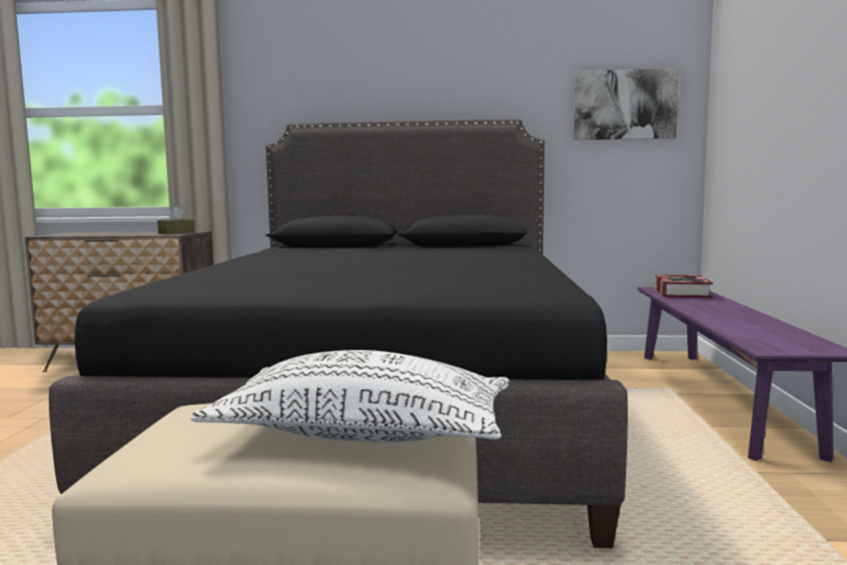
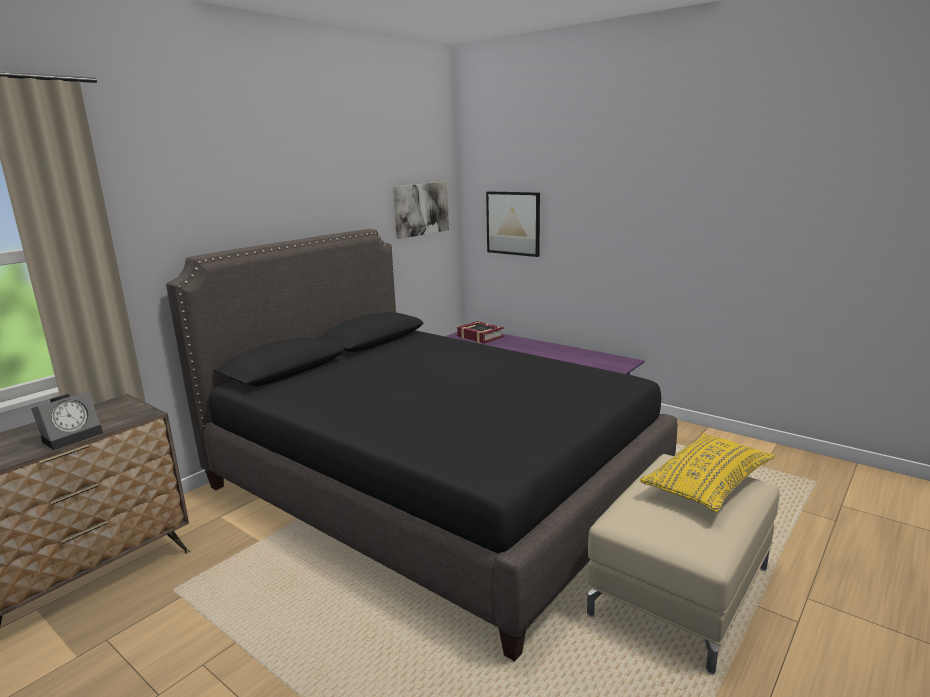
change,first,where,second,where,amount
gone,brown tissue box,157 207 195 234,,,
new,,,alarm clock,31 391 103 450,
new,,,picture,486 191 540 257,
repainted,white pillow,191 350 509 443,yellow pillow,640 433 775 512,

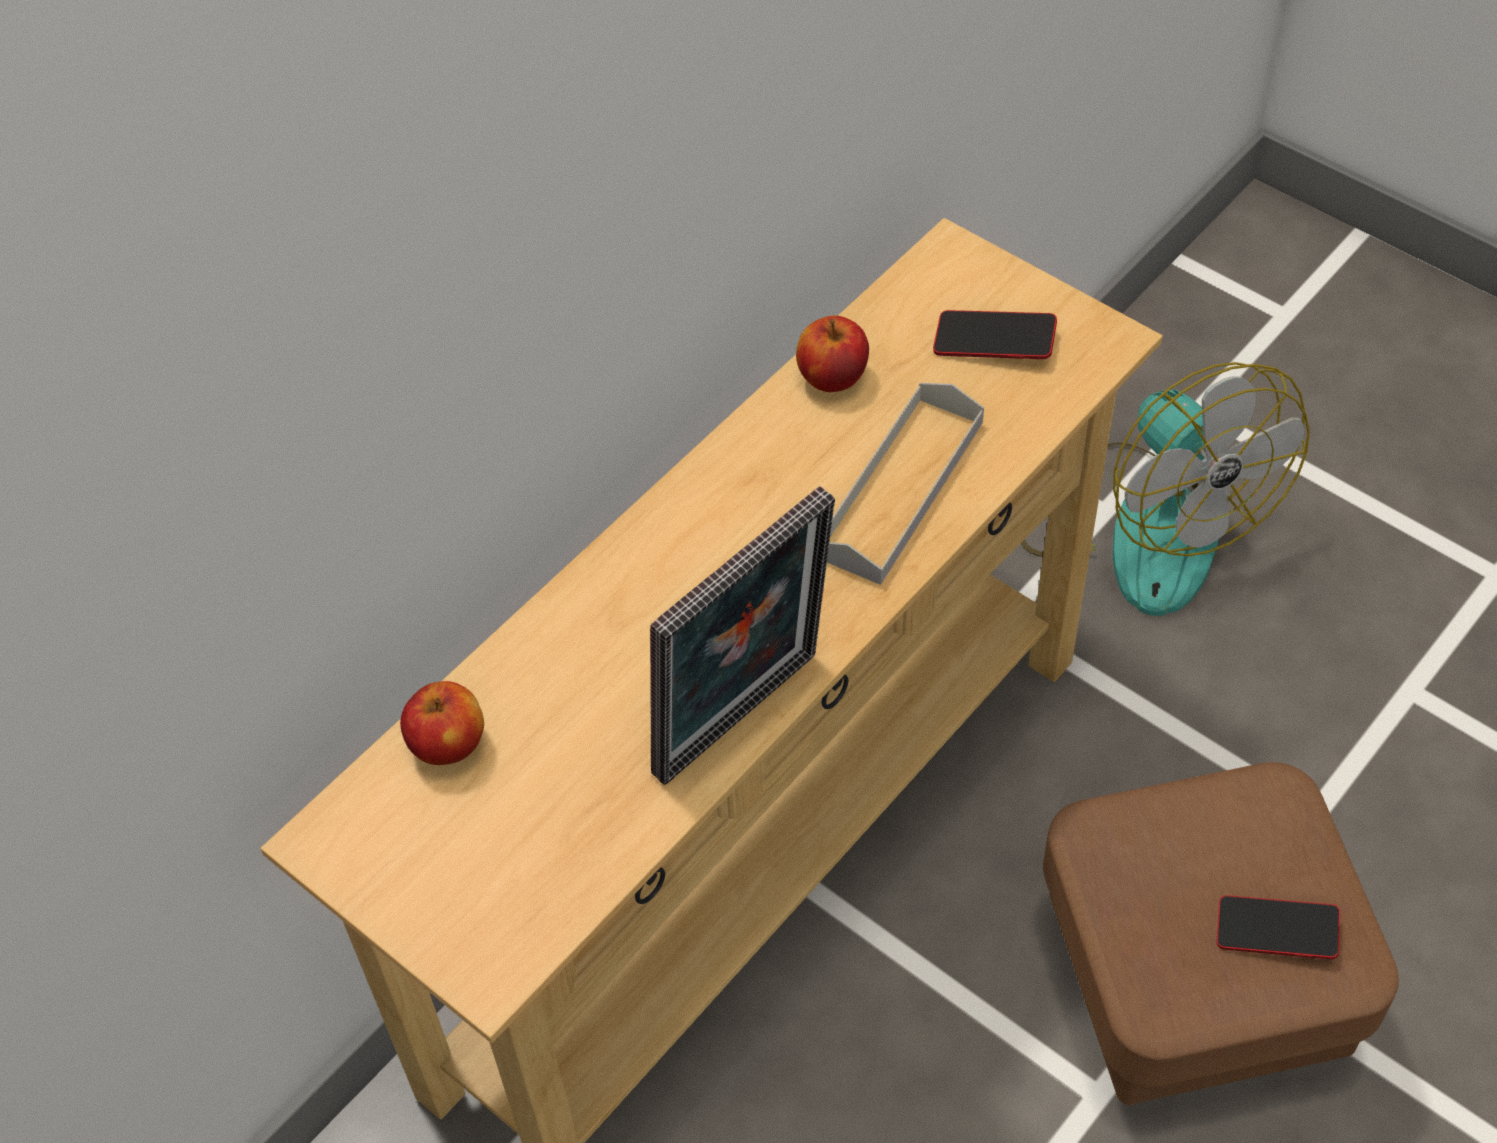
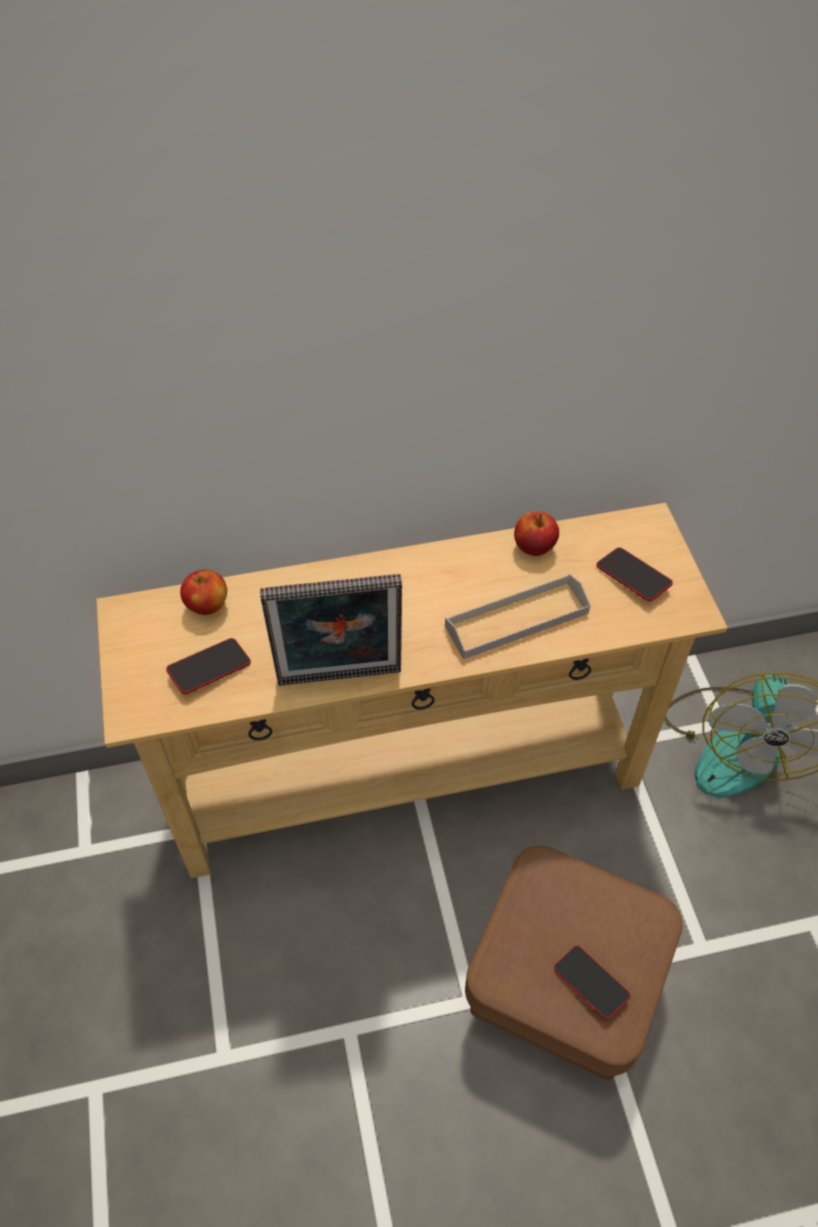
change,first,where,second,where,amount
new,,,phone,166 638 251 694,

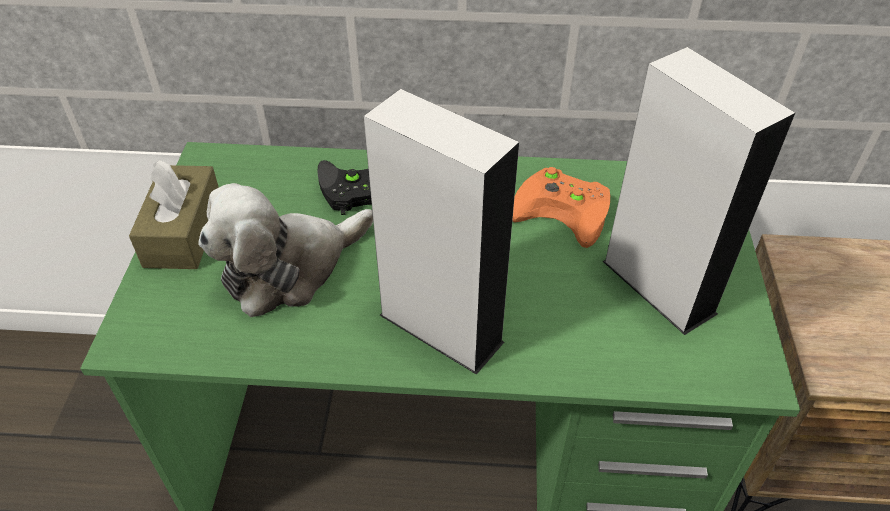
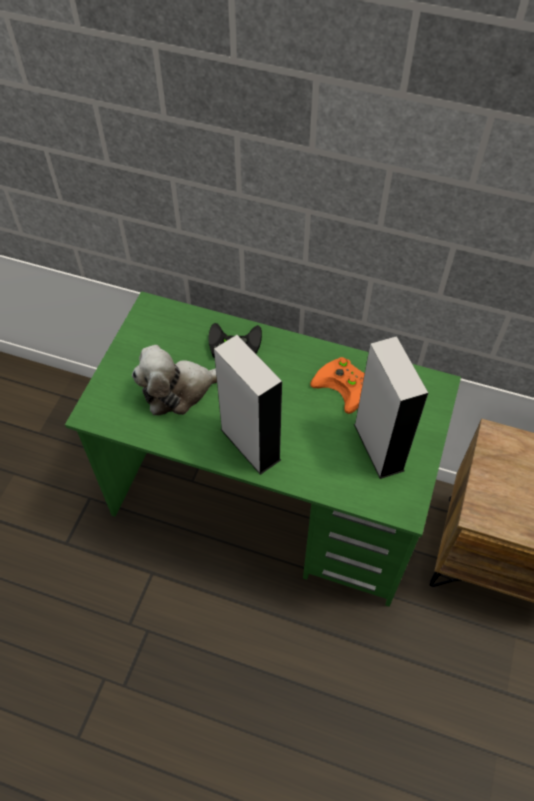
change,first,where,second,where,amount
gone,brown tissue box,129 160 219 269,,,

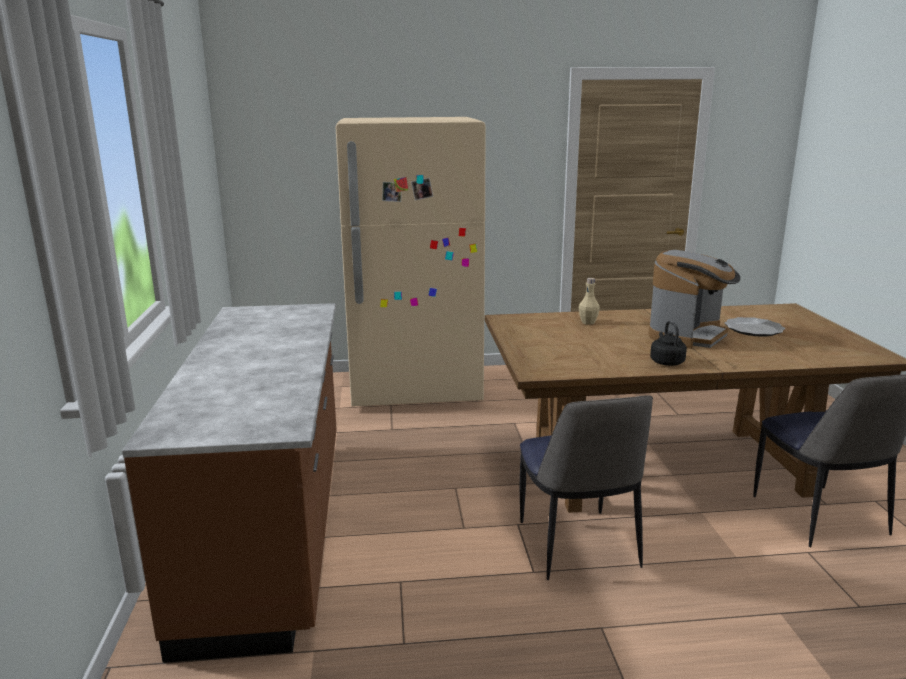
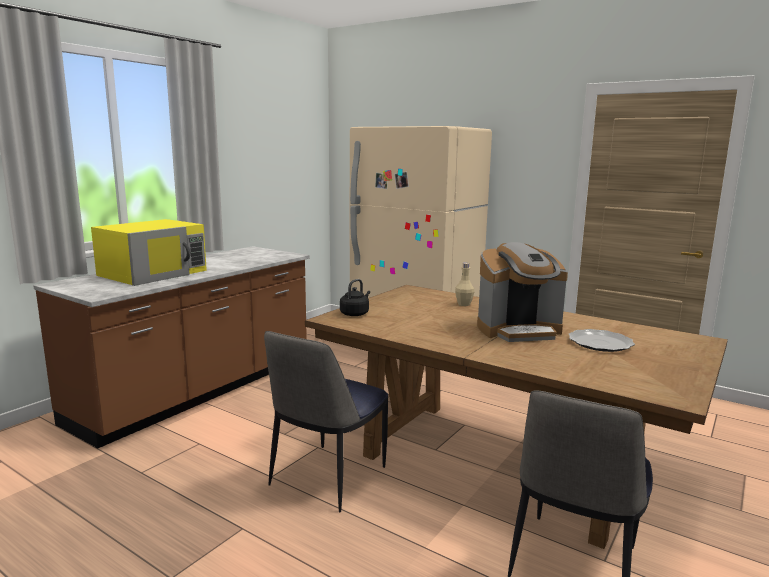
change,first,where,second,where,amount
new,,,yellow microwave,91 219 207 286,
shifted,black kettle,650 321 687 366,,340 279 370 316,

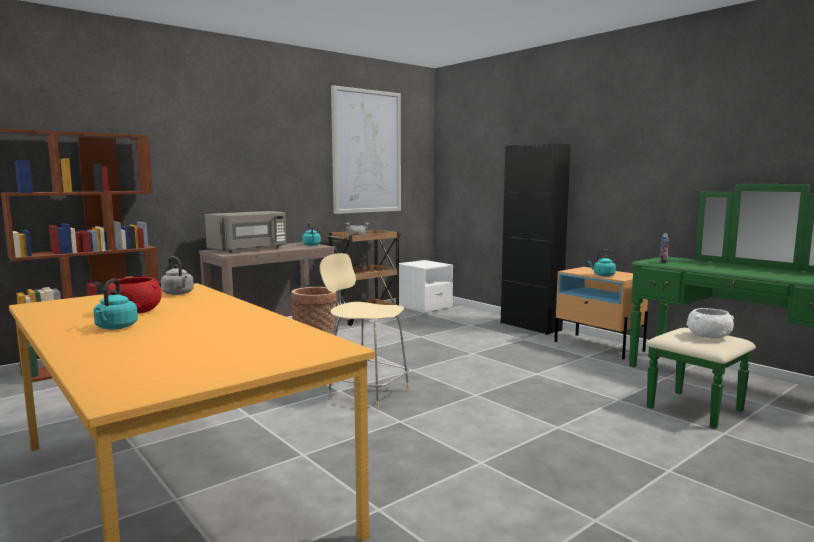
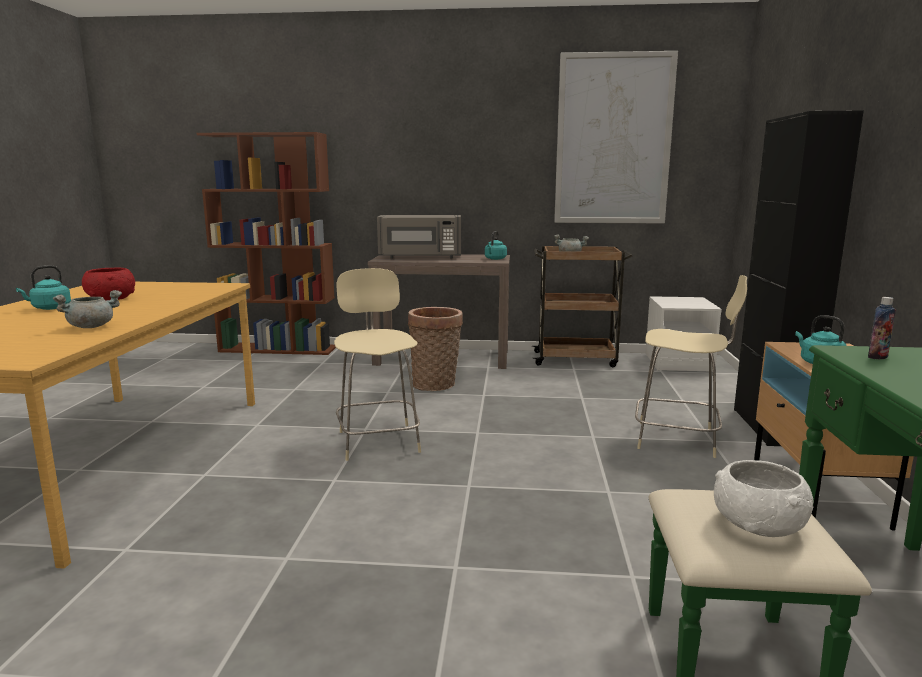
change,first,where,second,where,amount
gone,grey kettle,161 256 194 295,,,
new,,,grey cooking pot,53 290 122 328,
new,,,beige chair,635 275 747 458,

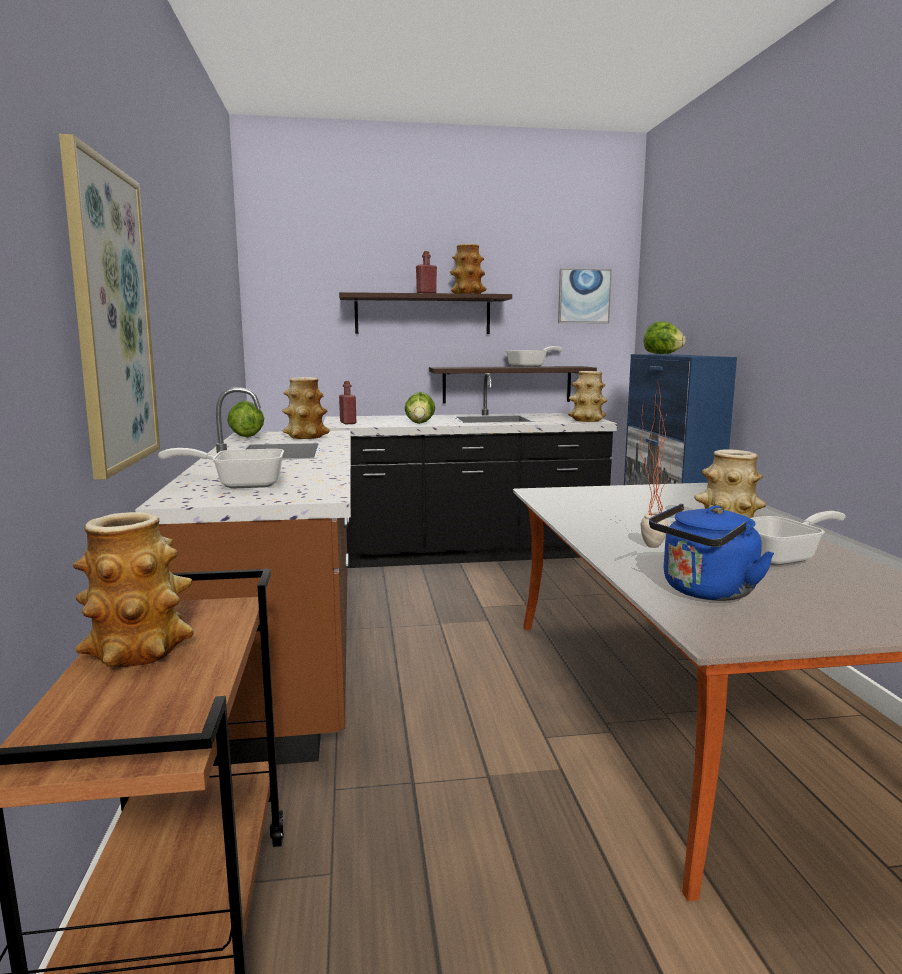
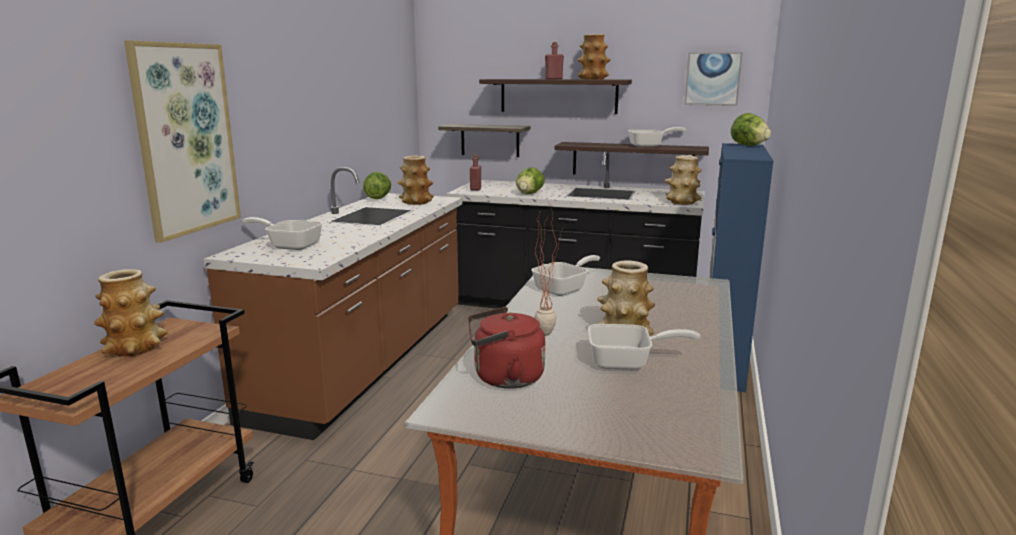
change,first,where,second,where,amount
new,,,shelf,438 124 531 157,
new,,,frying pan,531 255 600 296,
repainted,blue kettle,649 503 774 601,red kettle,468 307 545 389,

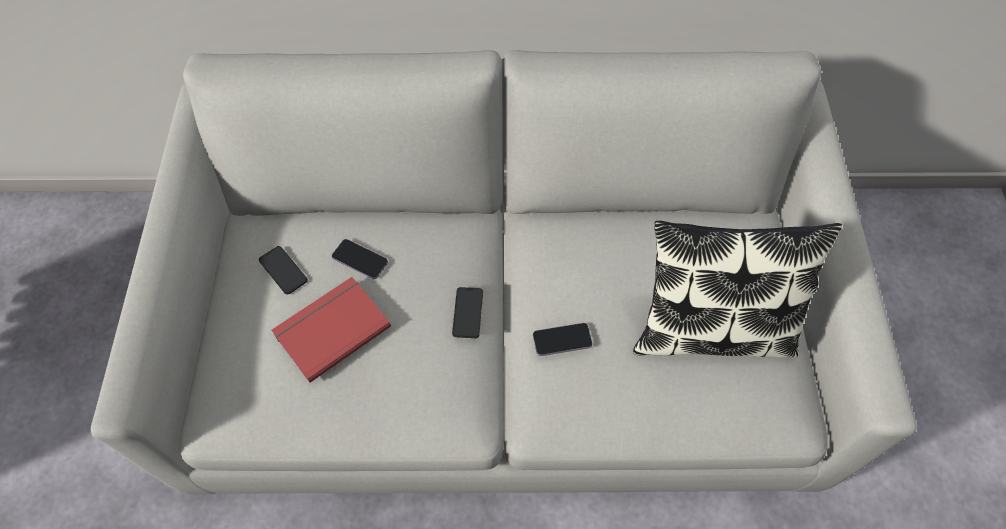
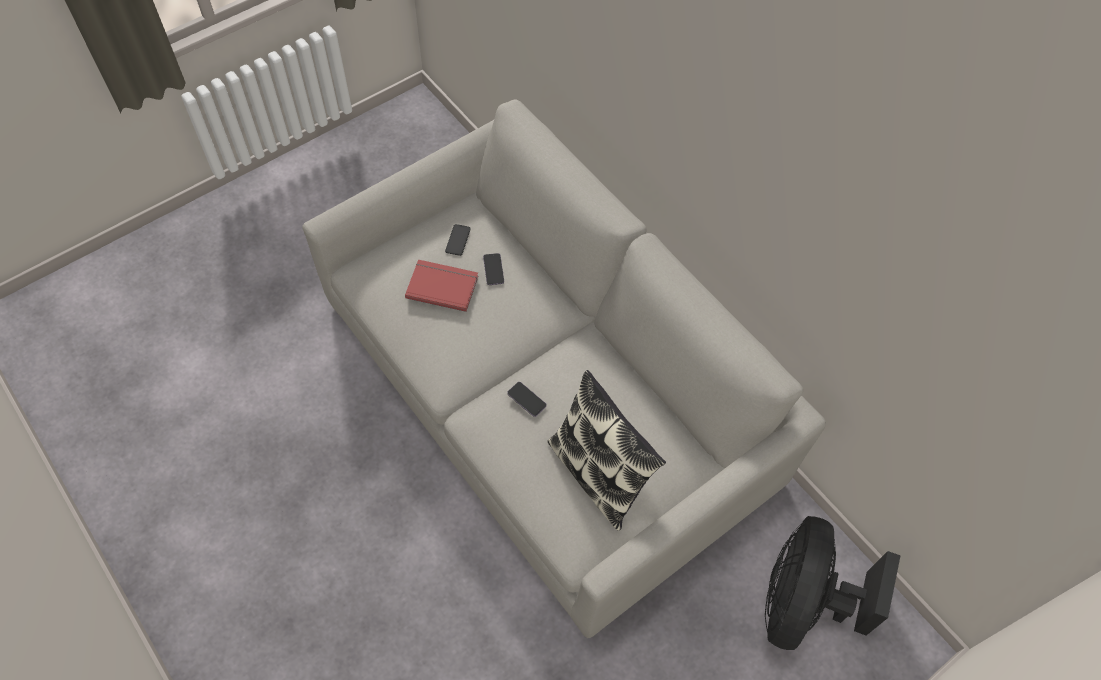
change,first,where,second,where,amount
gone,phone,452 287 483 338,,,
new,,,black fan,765 516 901 650,

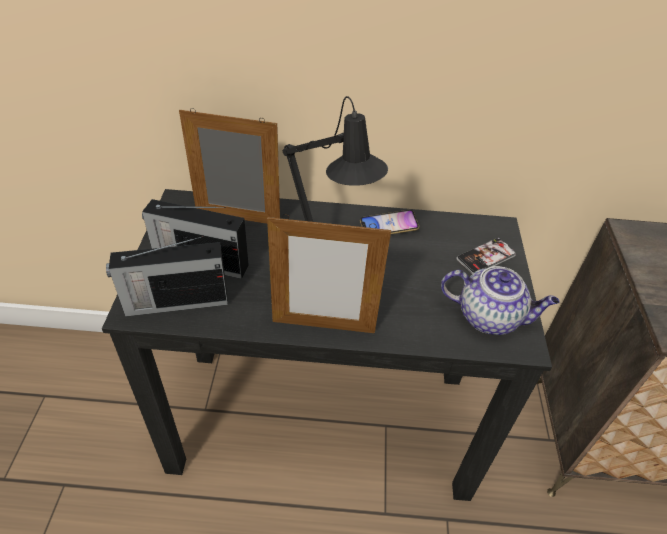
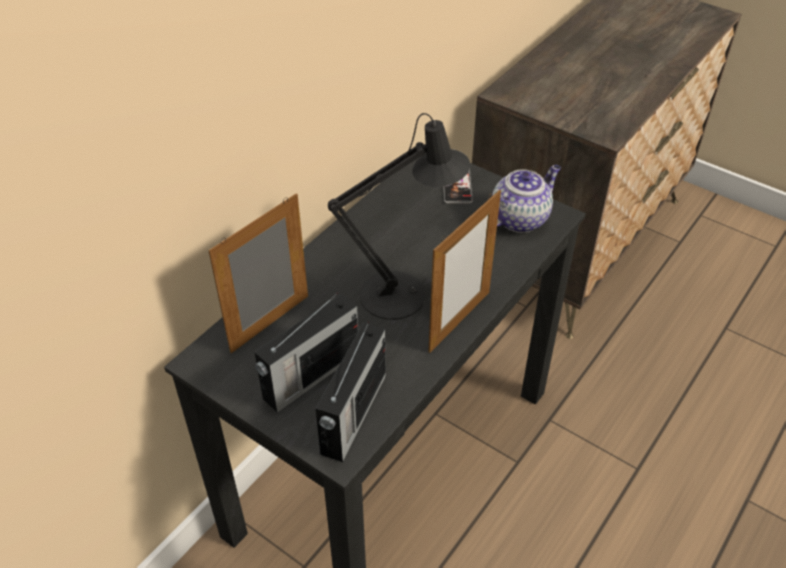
change,first,where,second,where,amount
gone,phone,360 210 419 234,,,

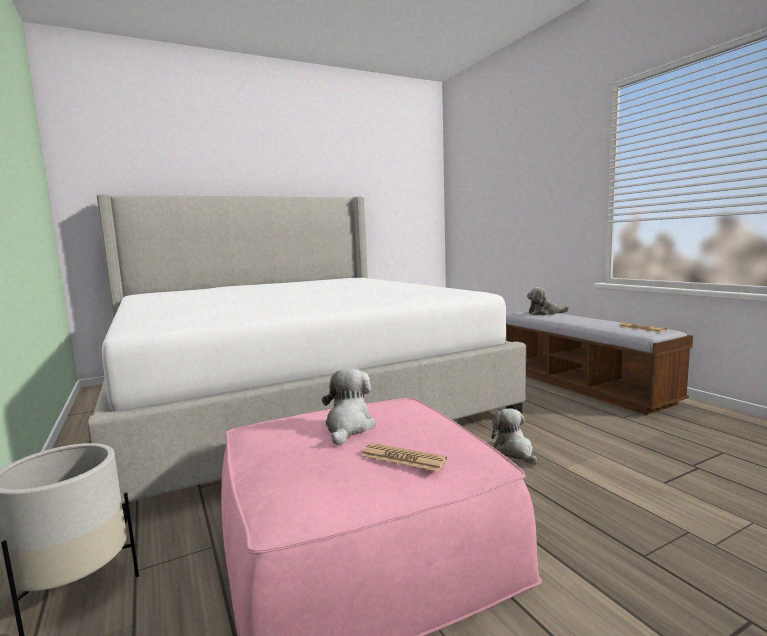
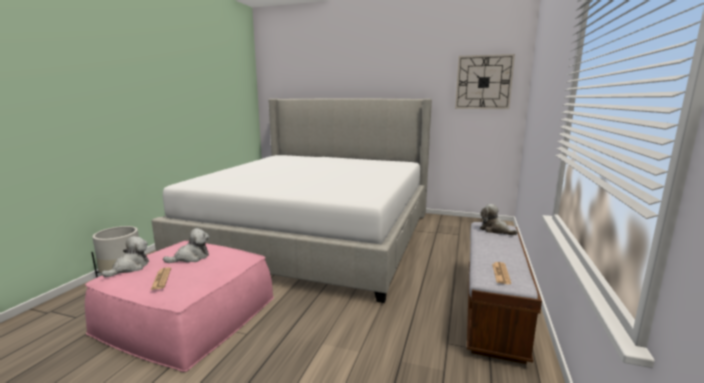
change,first,where,second,where,amount
new,,,wall clock,455 54 515 109,
shifted,plush toy,491 408 537 465,,101 236 149 277,

